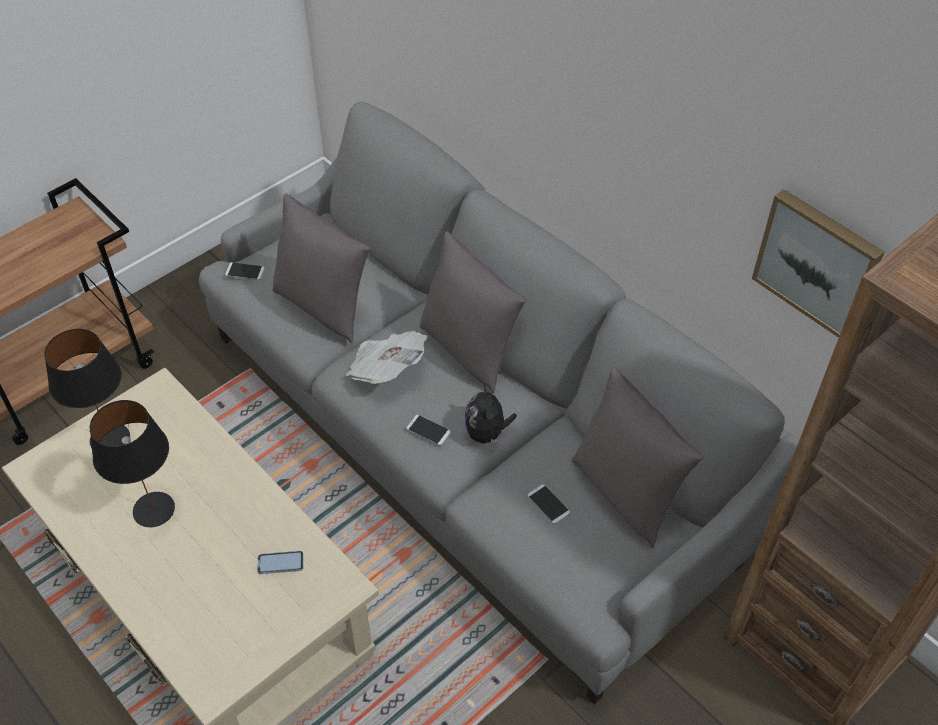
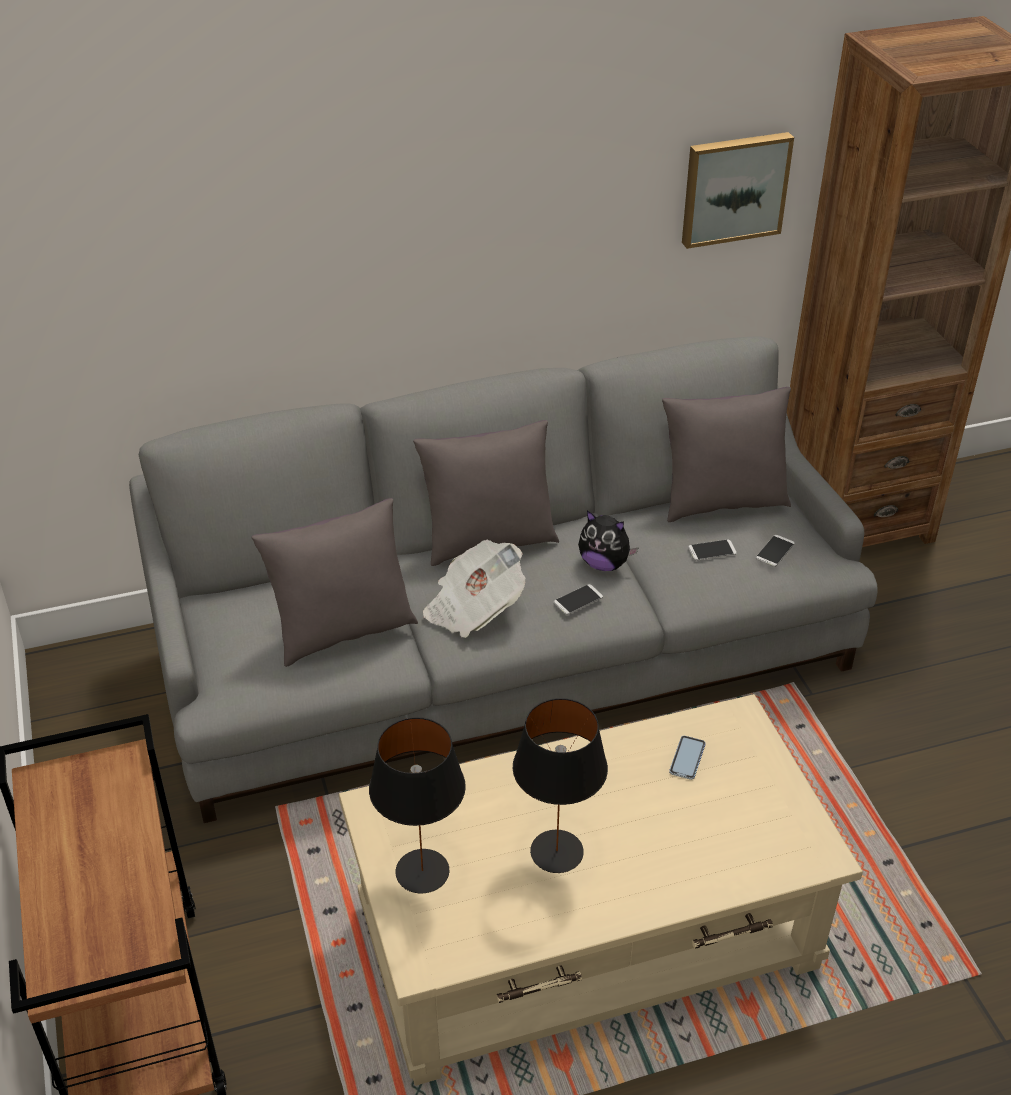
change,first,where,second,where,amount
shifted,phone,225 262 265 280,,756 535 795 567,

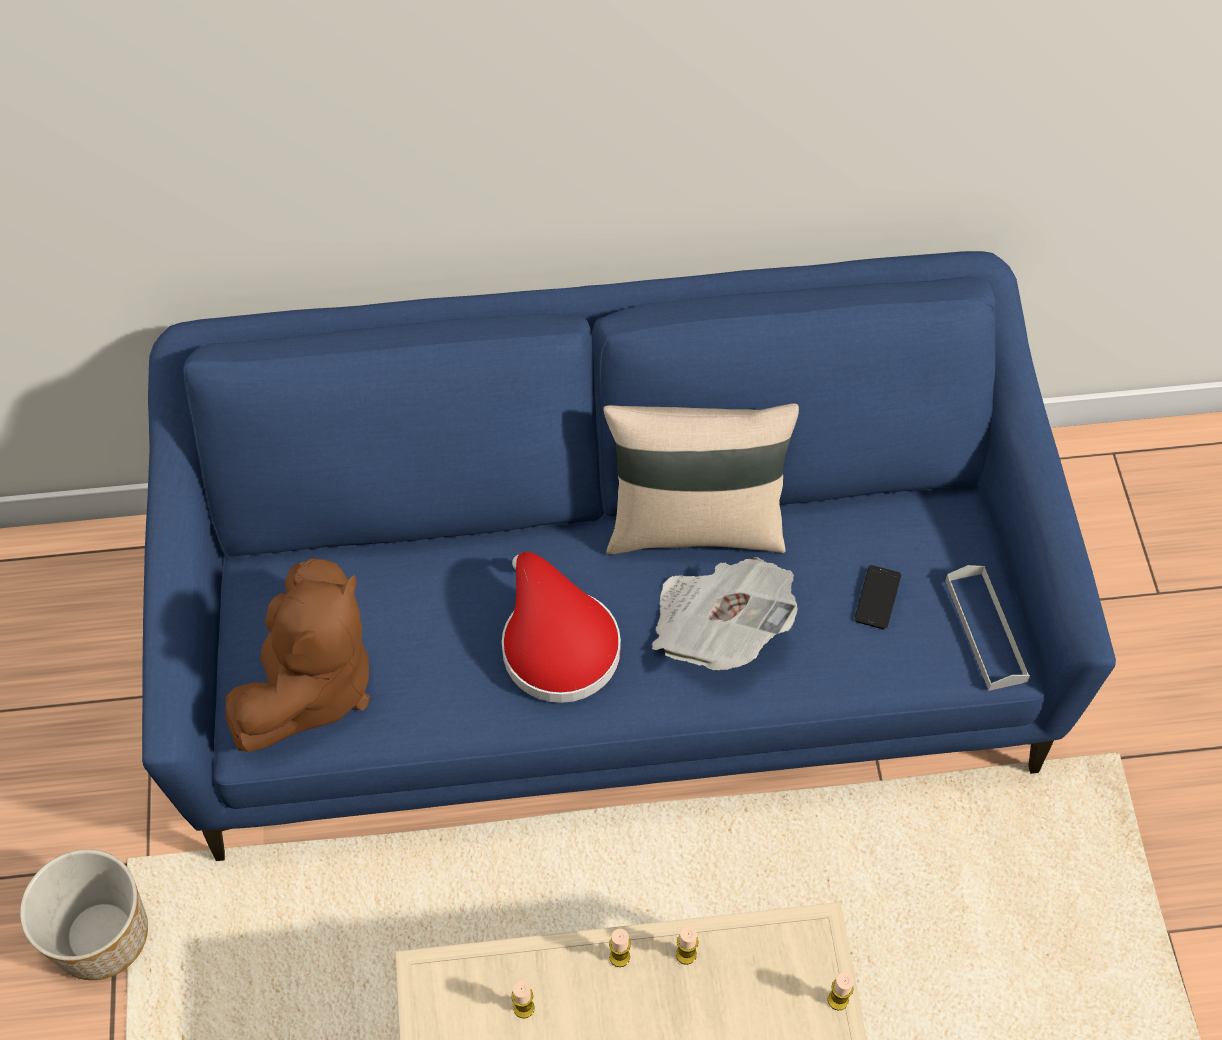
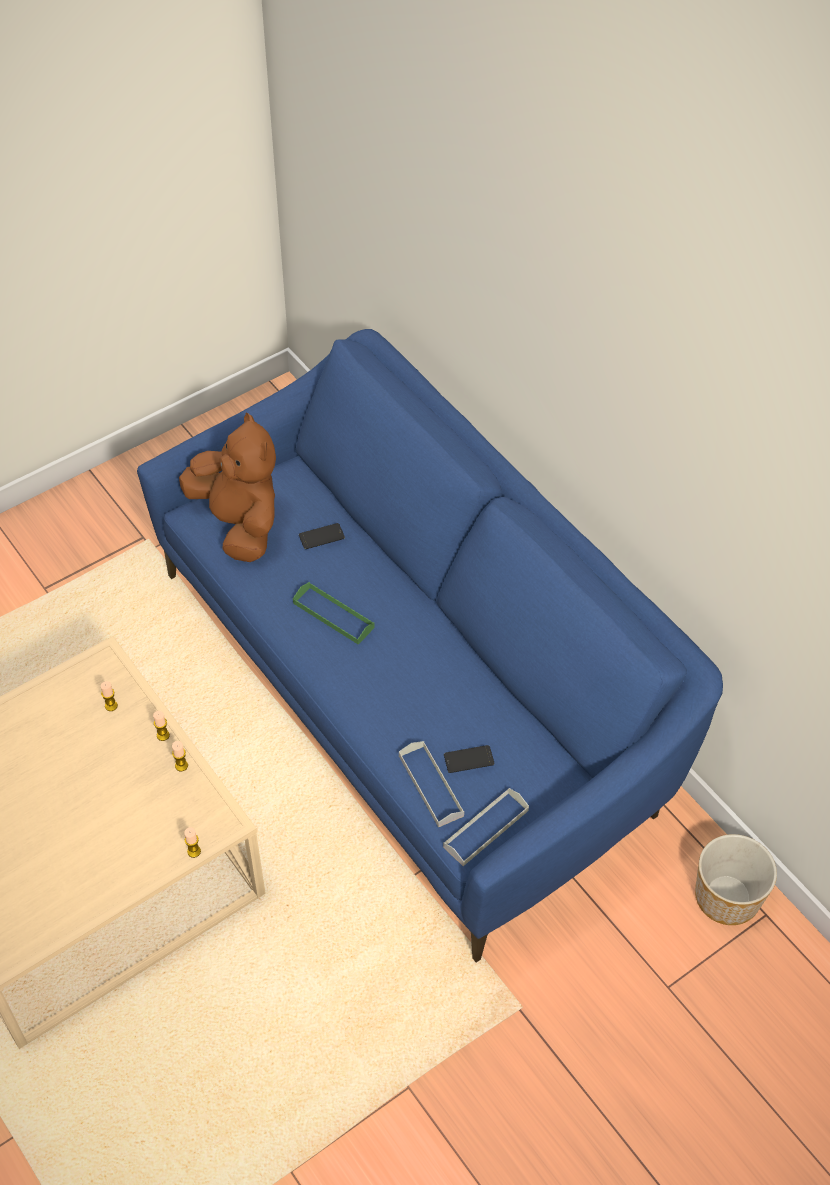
change,first,where,second,where,amount
gone,beige pillow,603 403 799 554,,,
gone,newspaper,652 557 798 670,,,
new,,,phone,299 523 345 549,
new,,,grey tray,399 741 464 827,
shifted,planter,20 849 148 980,,695 834 777 925,
swapped,red hat,502 552 621 703,green tray,293 582 375 645,
rotated,brown plush toy,225 558 371 752,,179 412 276 562,120 degrees counterclockwise

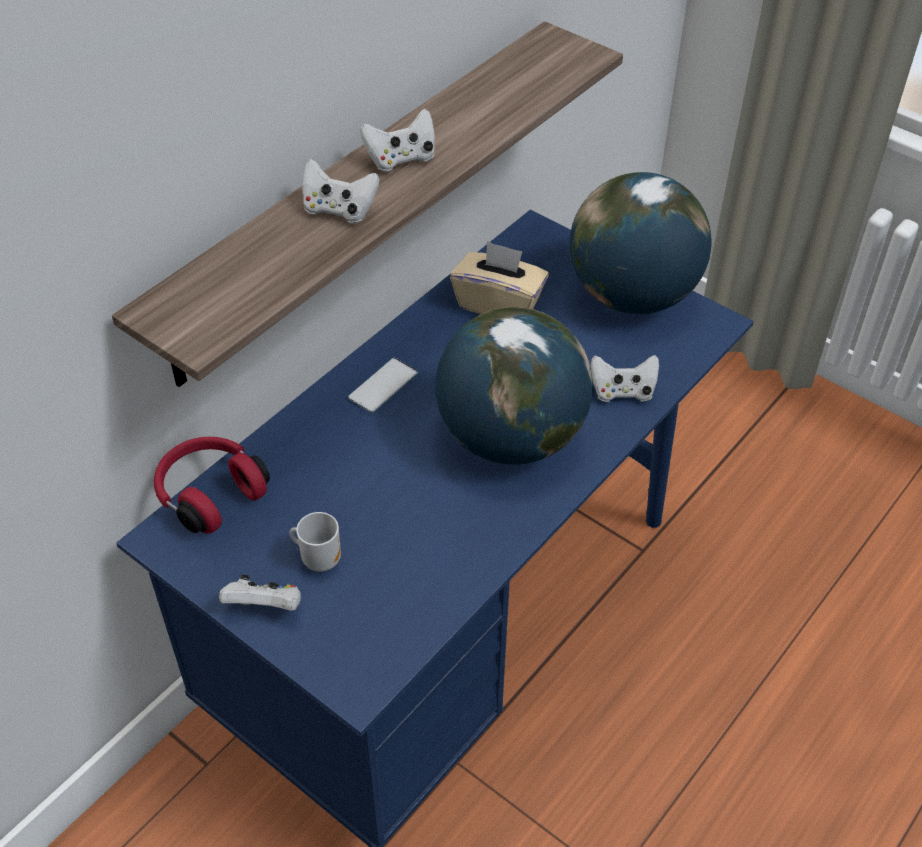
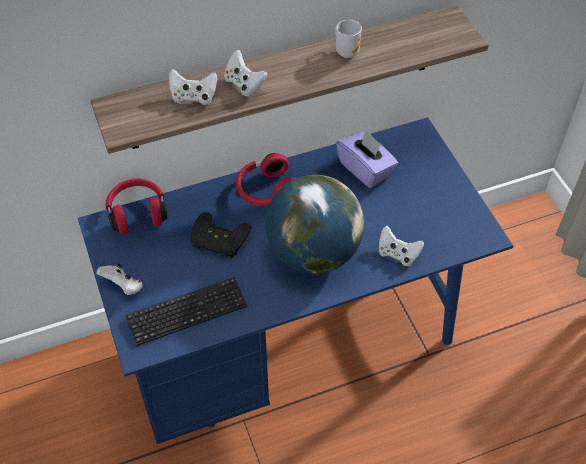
change,first,where,second,where,amount
gone,globe,570 172 712 314,,,
new,,,keyboard,125 277 247 346,
new,,,black game controller,191 212 251 258,
shifted,mug,289 512 341 572,,335 20 362 58,
shifted,white game controller,360 109 435 172,,169 69 217 105,
swapped,phone,348 358 418 413,red headphones,236 153 296 206,
repainted,beige tissue box,450 241 549 314,purple tissue box,336 130 398 188,

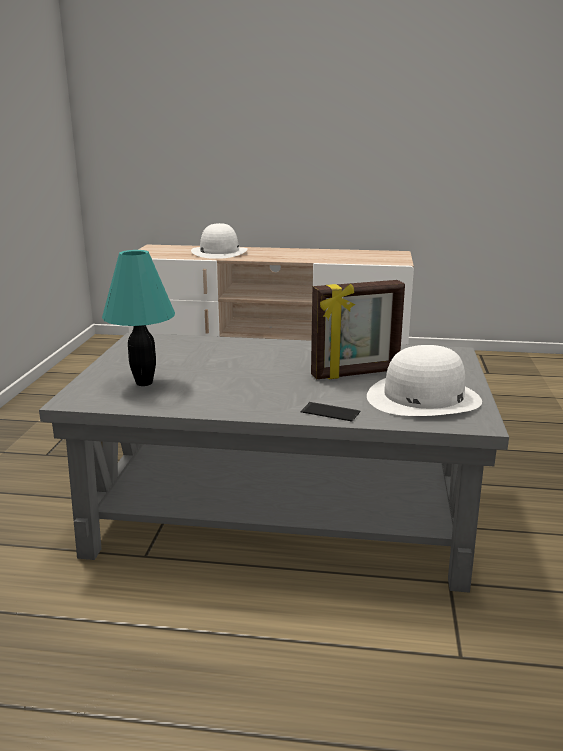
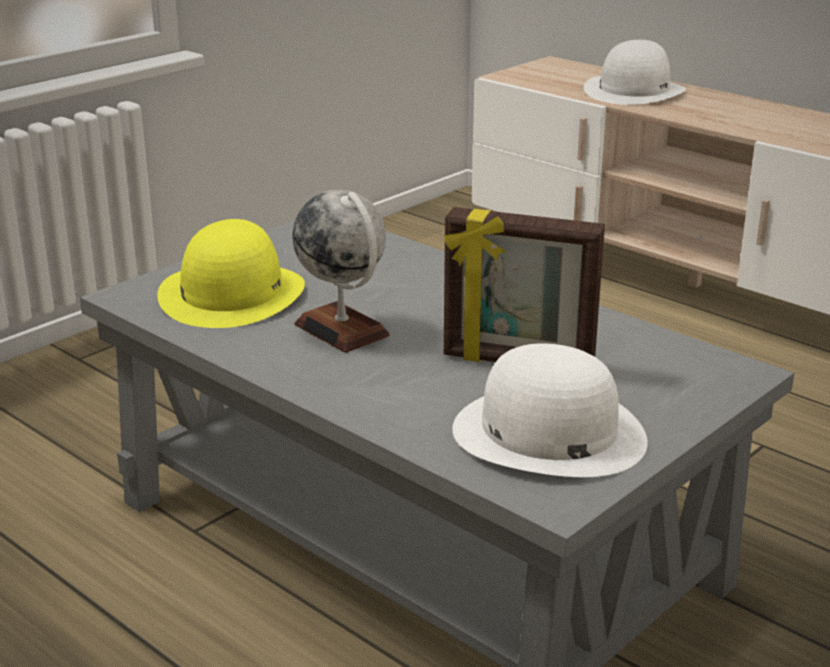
change,first,where,second,where,amount
gone,phone,300 402 360 422,,,
new,,,globe,292 190 390 353,
swapped,turquoise table lamp,102 250 175 386,yellow hat,157 219 305 328,

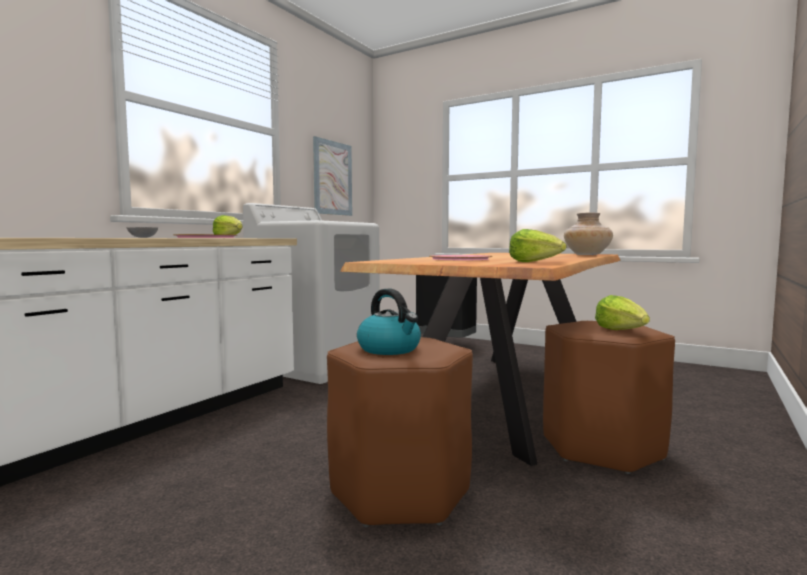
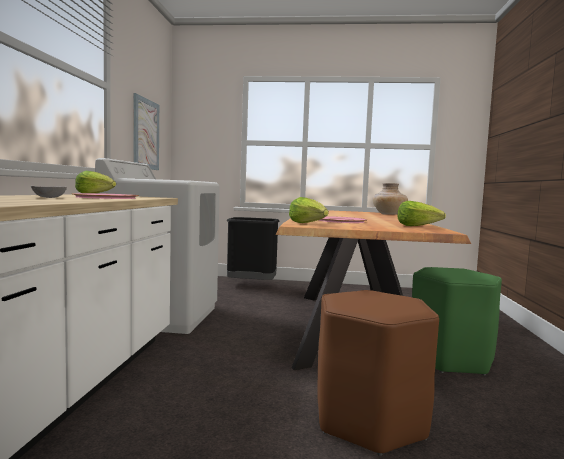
change,first,where,second,where,amount
gone,kettle,357 289 421 355,,,
shifted,lettuce,595 295 650 330,,289 197 329 223,
repainted,brown stool,543 321 675 474,green stool,412 267 502 376,

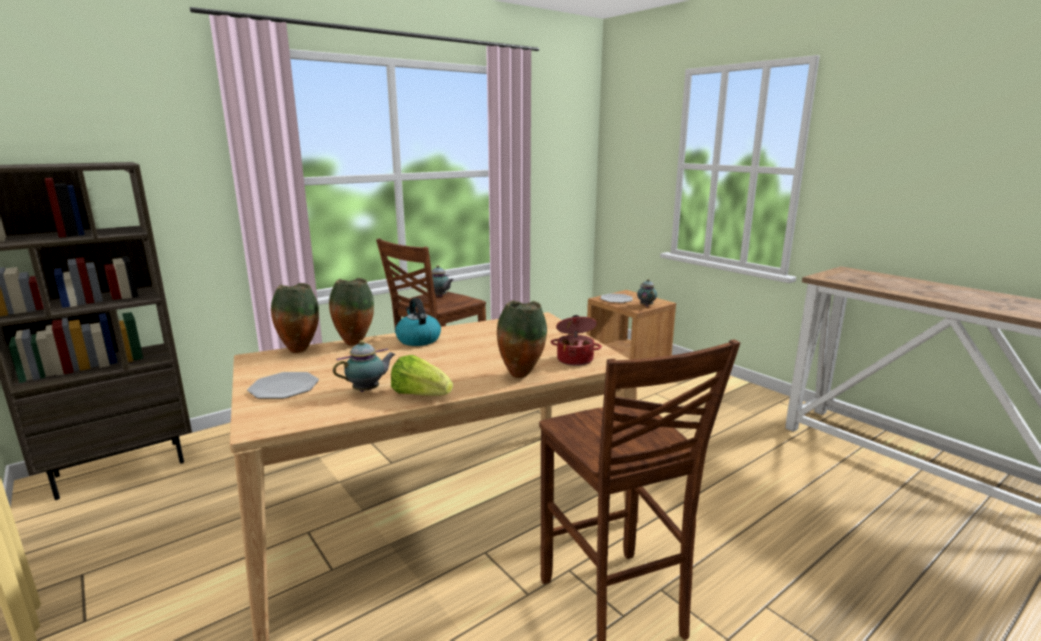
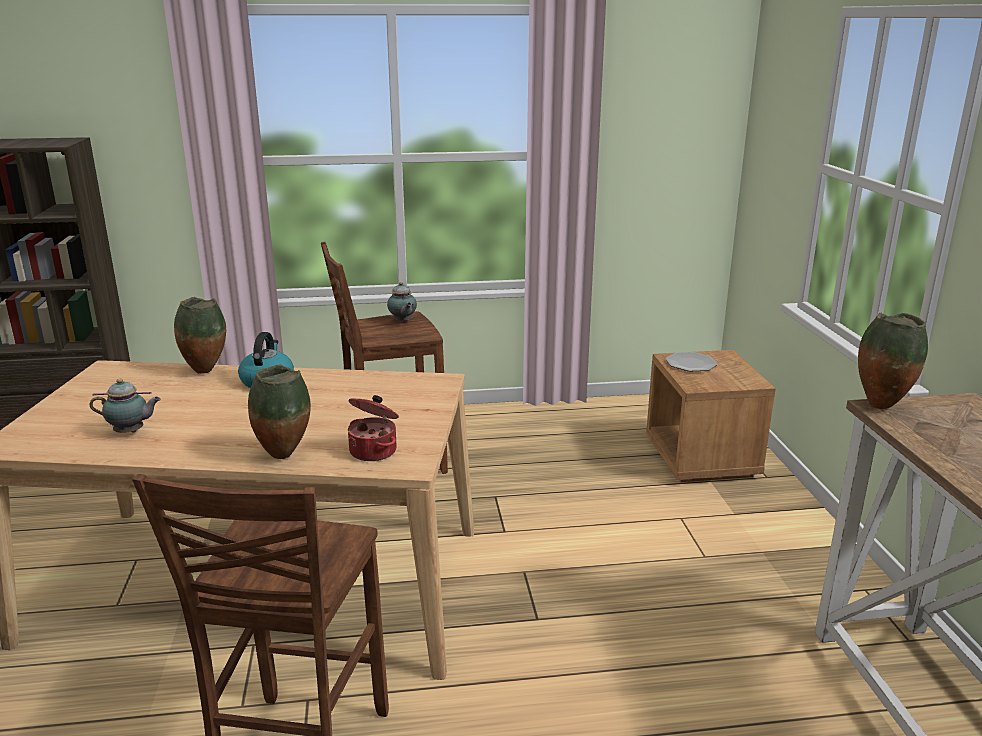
change,first,where,second,where,amount
gone,plate,247 372 319 399,,,
gone,lettuce,391 355 453 396,,,
gone,teapot,637 279 657 307,,,
shifted,vase,271 283 319 353,,858 313 928 409,

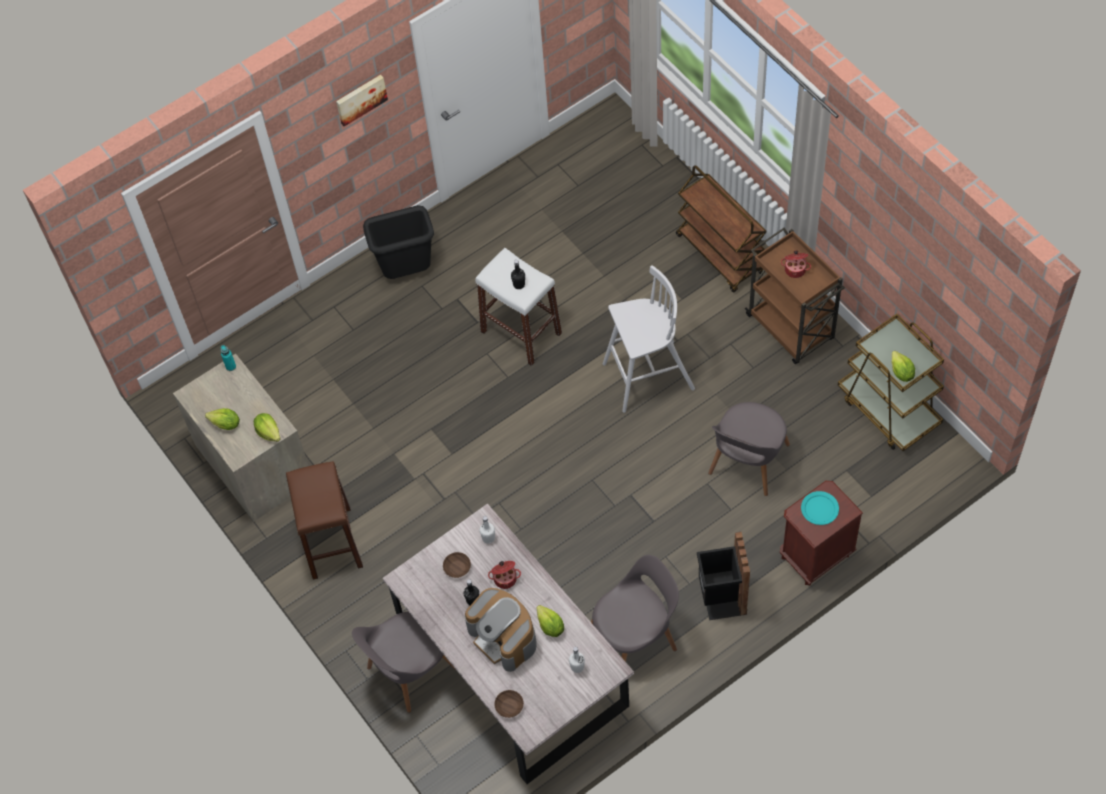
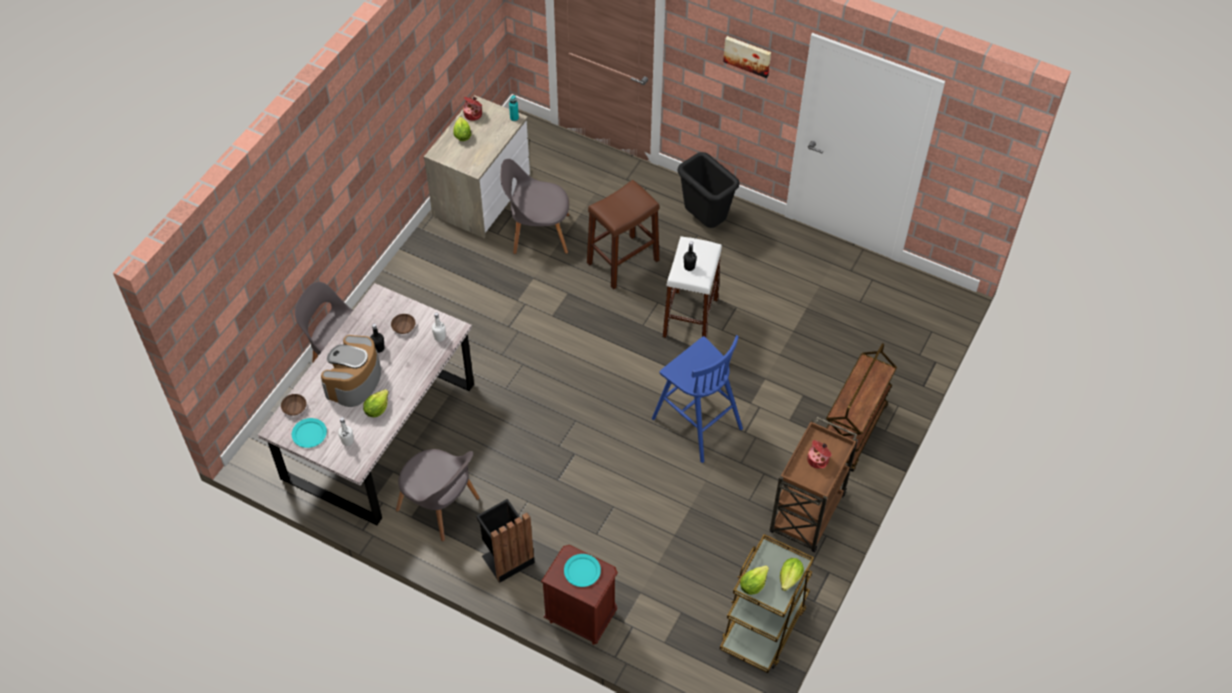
change,first,where,second,where,amount
new,,,turquoise plate,292 418 327 448,
shifted,lettuce,254 413 280 442,,780 558 804 591,
shifted,brown stool,286 461 363 580,,587 180 659 290,
shifted,cooking pot,488 561 521 589,,463 97 482 121,
shifted,grey chair,708 402 790 496,,500 159 569 254,
repainted,white stool,603 265 695 413,blue stool,652 335 743 463,

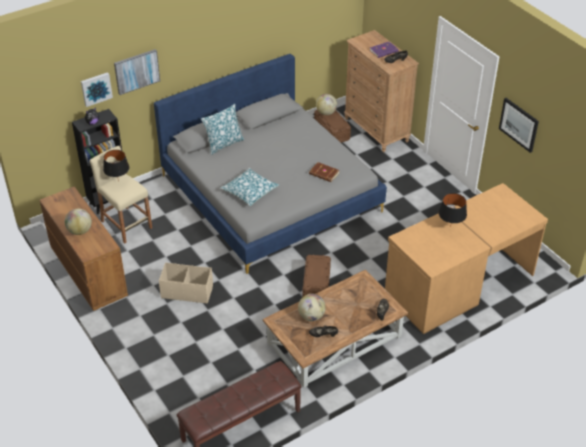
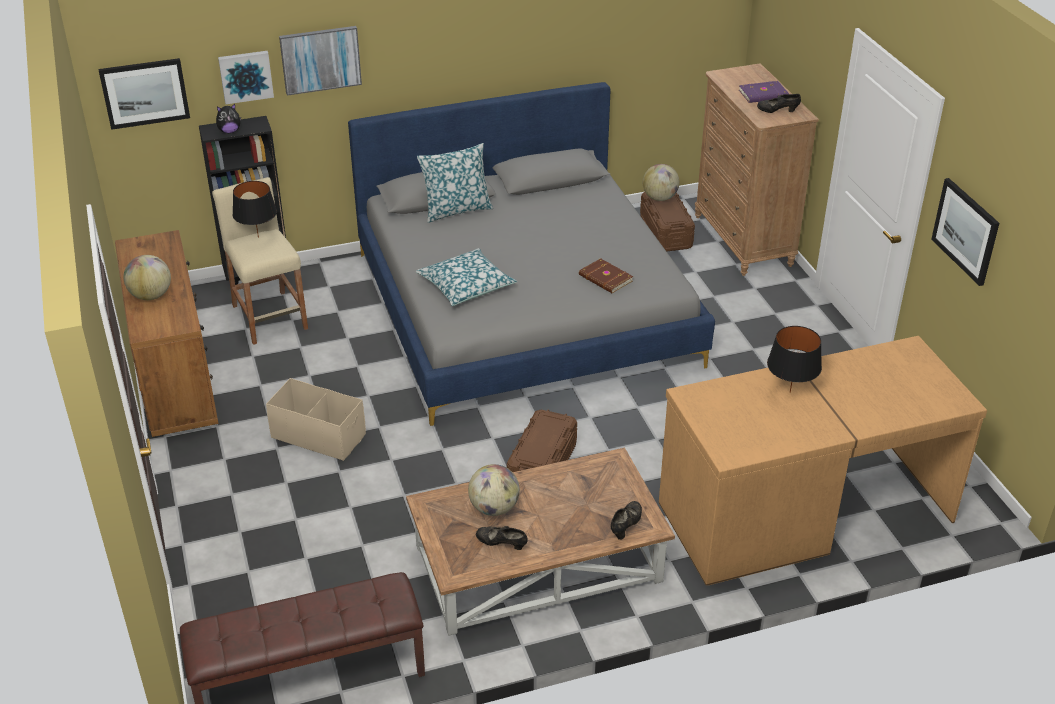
change,first,where,second,where,amount
new,,,picture,98 58 190 130,

